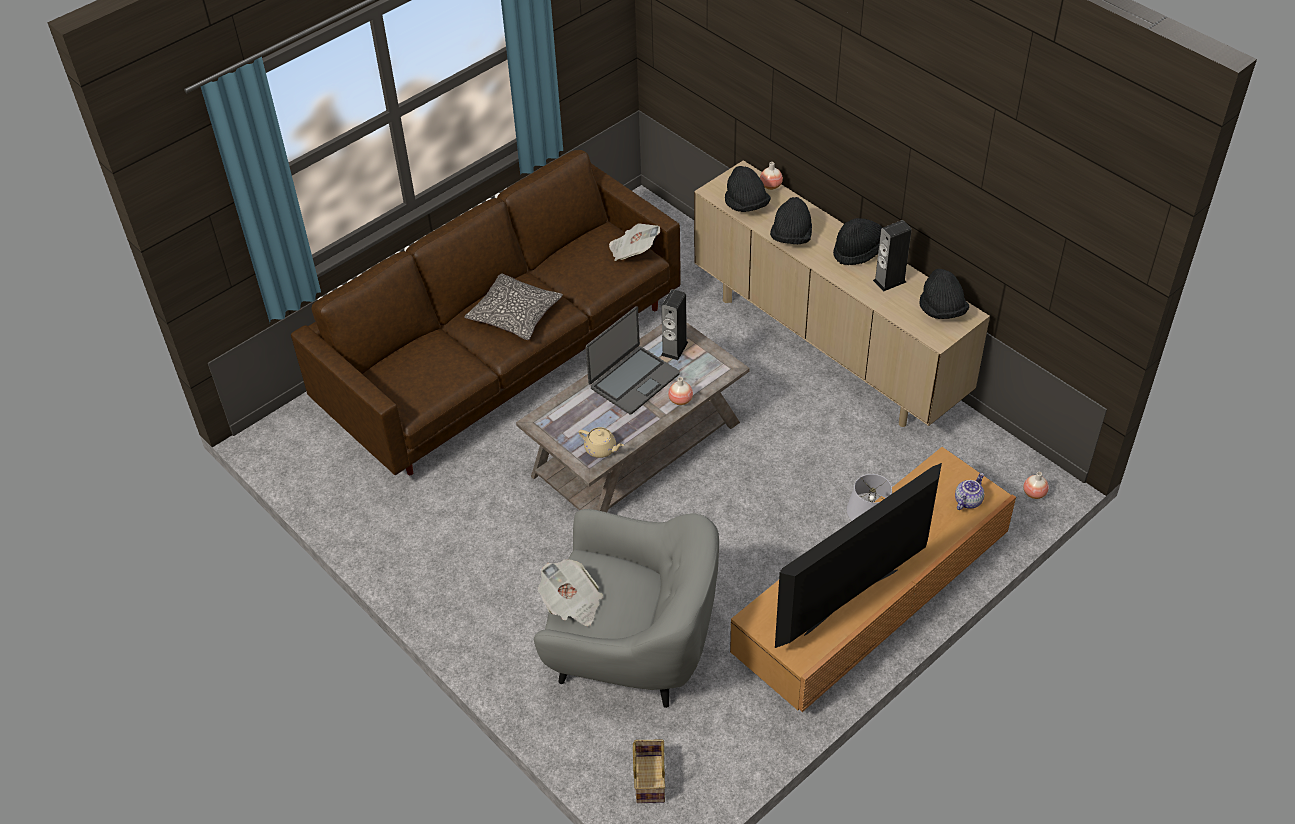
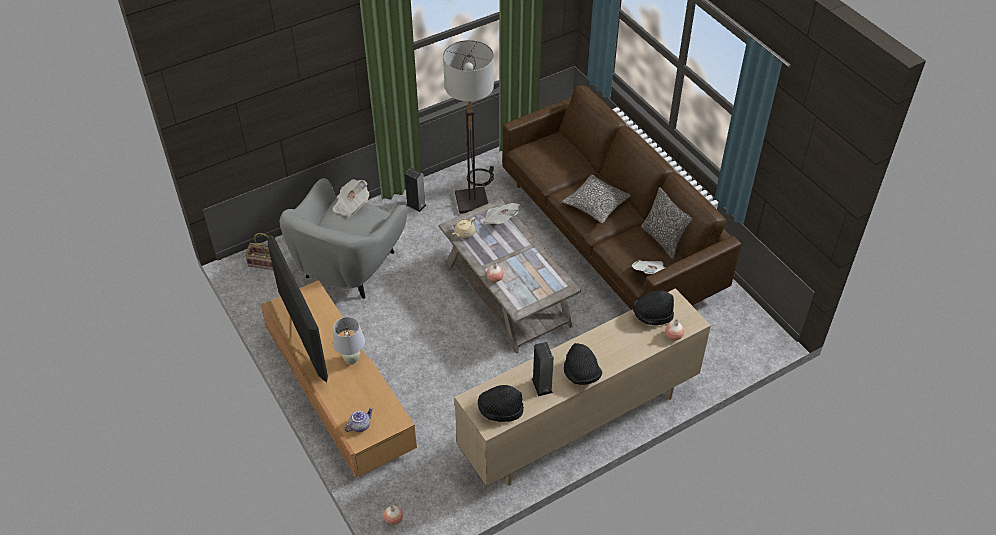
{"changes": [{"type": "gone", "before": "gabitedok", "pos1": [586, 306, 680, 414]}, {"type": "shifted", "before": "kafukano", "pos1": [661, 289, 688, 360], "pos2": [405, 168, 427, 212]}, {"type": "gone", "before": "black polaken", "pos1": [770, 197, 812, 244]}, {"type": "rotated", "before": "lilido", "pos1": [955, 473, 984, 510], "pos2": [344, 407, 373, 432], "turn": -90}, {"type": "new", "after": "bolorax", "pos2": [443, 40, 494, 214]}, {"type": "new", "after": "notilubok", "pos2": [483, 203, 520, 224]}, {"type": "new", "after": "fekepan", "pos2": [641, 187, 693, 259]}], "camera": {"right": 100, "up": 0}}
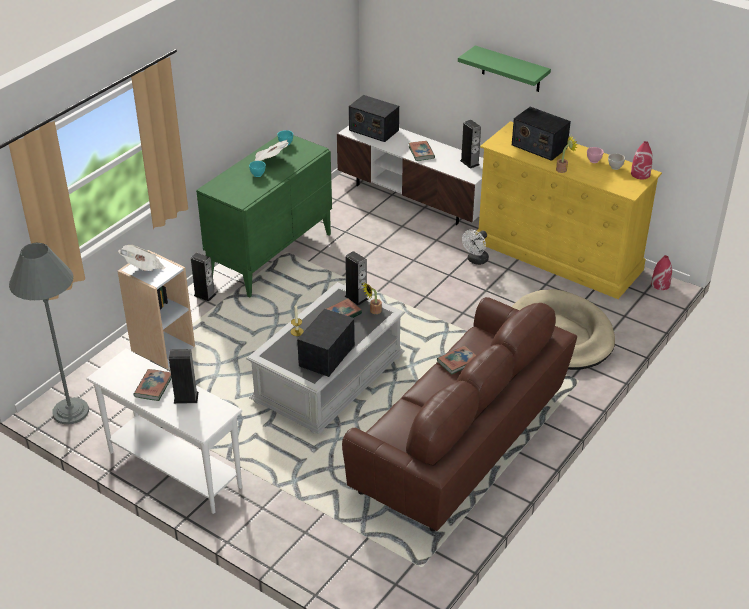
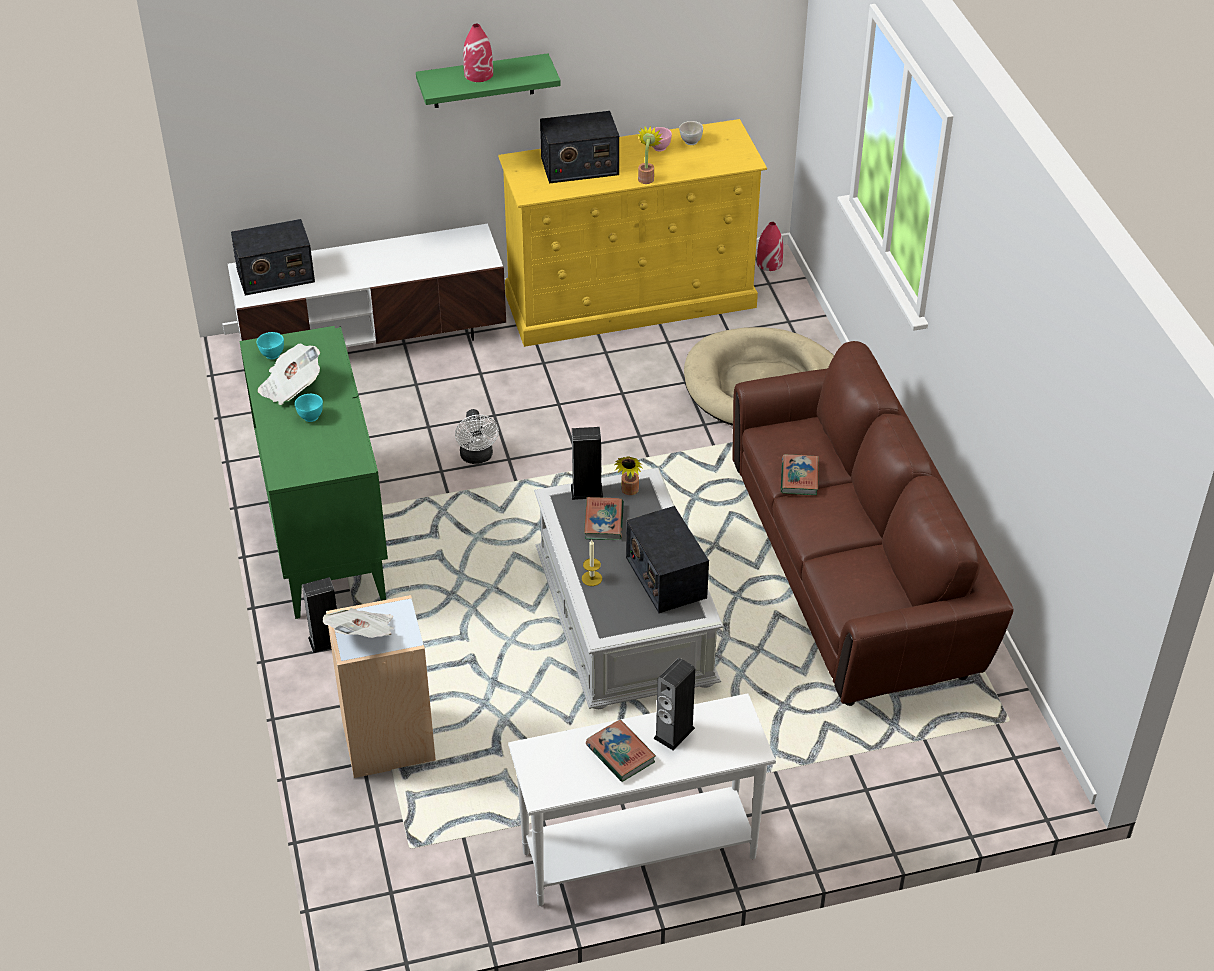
{"changes": [{"type": "gone", "before": "grey bolorax", "pos1": [9, 243, 89, 424]}, {"type": "gone", "before": "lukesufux", "pos1": [408, 141, 435, 161]}, {"type": "gone", "before": "kafukano", "pos1": [460, 120, 481, 169]}, {"type": "shifted", "before": "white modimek", "pos1": [462, 230, 489, 265], "pos2": [455, 409, 499, 464]}, {"type": "shifted", "before": "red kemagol", "pos1": [631, 141, 653, 179], "pos2": [463, 24, 493, 82]}], "camera": {"right": -50, "up": 5}}
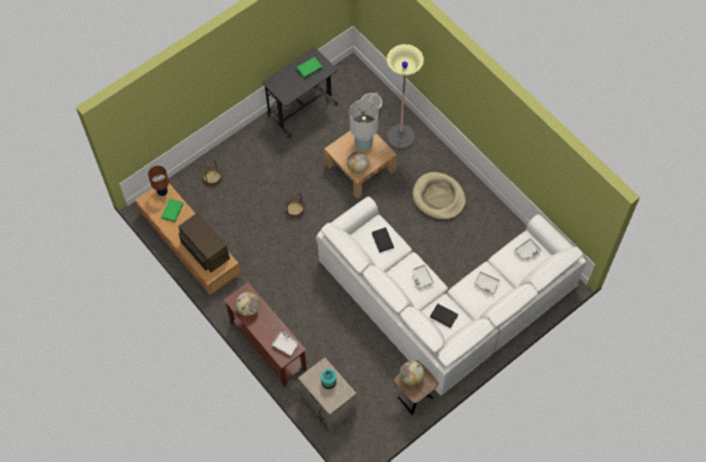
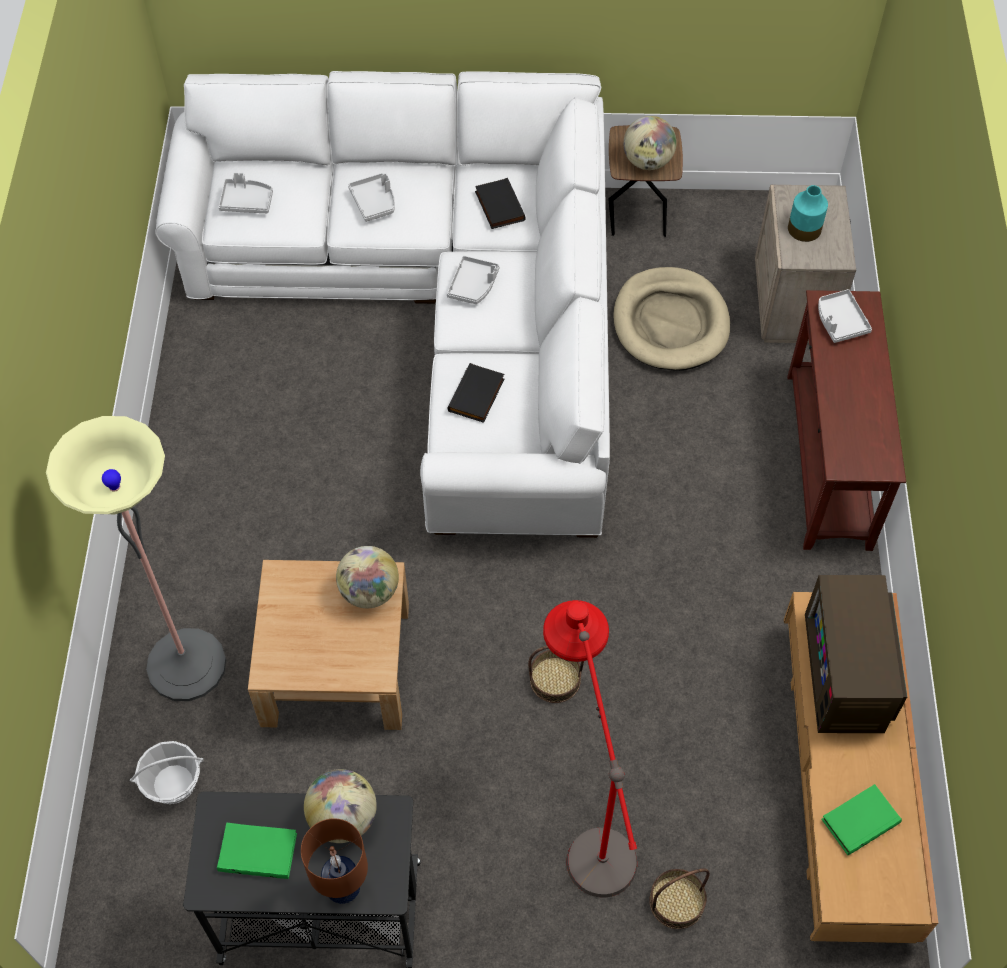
{"changes": [{"type": "shifted", "before": "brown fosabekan", "pos1": [148, 166, 169, 196], "pos2": [301, 818, 368, 904]}, {"type": "shifted", "before": "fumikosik", "pos1": [235, 292, 260, 316], "pos2": [304, 769, 377, 843]}, {"type": "gone", "before": "white fosabekan", "pos1": [349, 99, 379, 151]}, {"type": "shifted", "before": "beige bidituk", "pos1": [412, 172, 466, 220], "pos2": [613, 267, 730, 371]}, {"type": "new", "after": "red bolorax", "pos2": [543, 600, 637, 898]}], "camera": {"right": -140, "up": -5}}
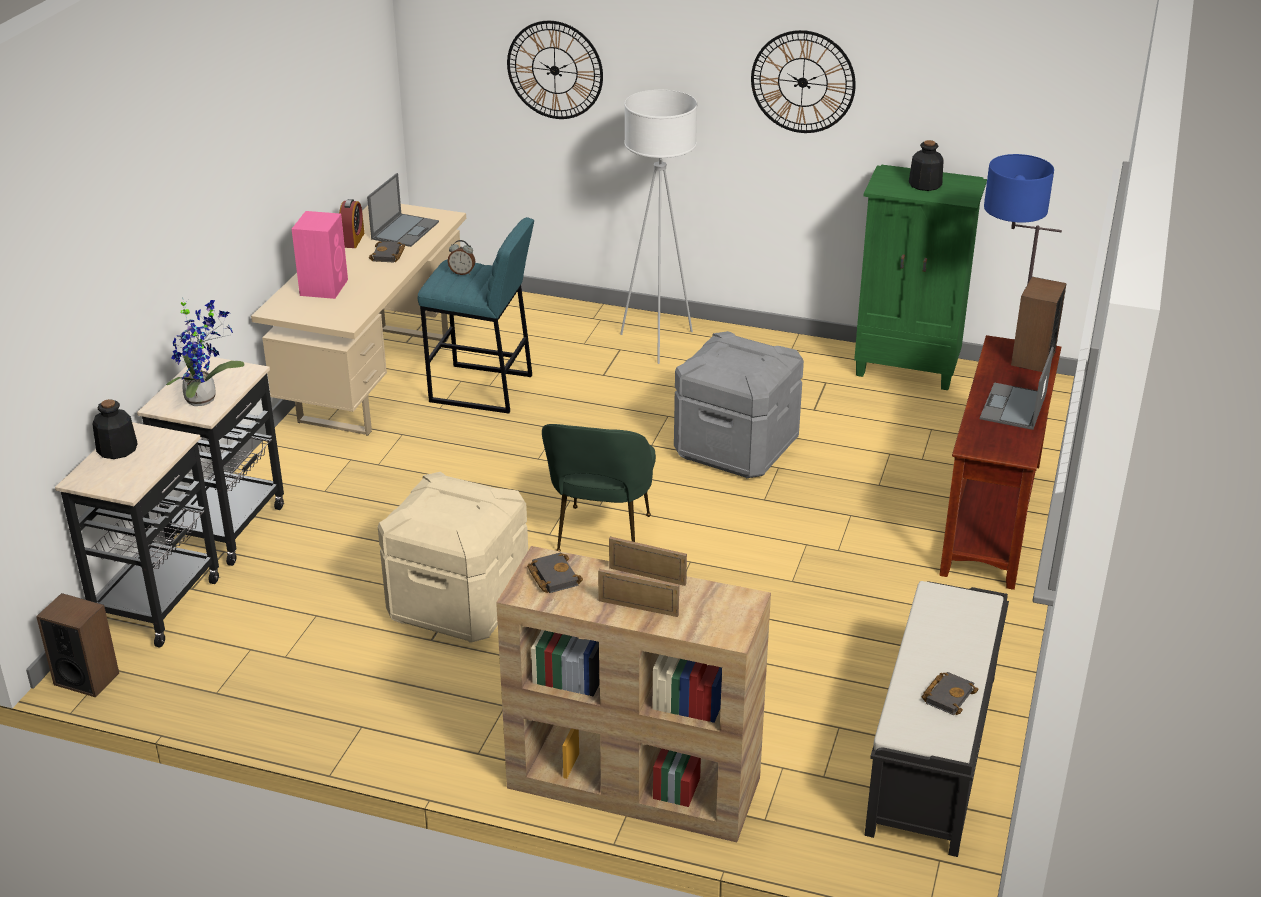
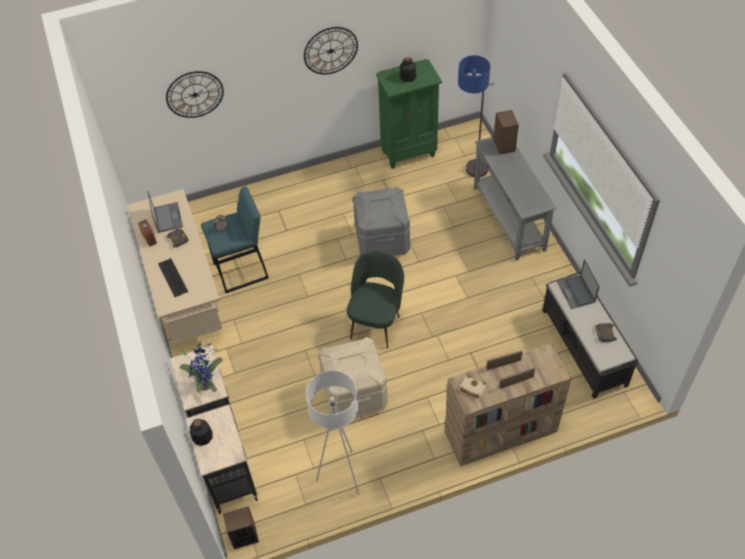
{"changes": [{"type": "swapped", "before": "pink kafukano", "after": "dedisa", "pos1": [292, 211, 348, 299], "pos2": [158, 258, 188, 297]}, {"type": "repainted", "before": "black lukesufux", "after": "beige lukesufux", "pos1": [527, 552, 583, 593], "pos2": [460, 375, 486, 399]}, {"type": "rotated", "before": "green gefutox", "pos1": [542, 424, 656, 552], "pos2": [347, 251, 404, 349], "turn": -135}, {"type": "shifted", "before": "white bolorax", "pos1": [620, 90, 697, 364], "pos2": [306, 371, 360, 495]}, {"type": "repainted", "before": "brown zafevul", "after": "grey zafevul", "pos1": [939, 335, 1061, 590], "pos2": [474, 136, 557, 261]}, {"type": "shifted", "before": "gabitedok", "pos1": [980, 347, 1054, 430], "pos2": [557, 259, 600, 309]}], "camera": {"right": -35, "up": 20}}
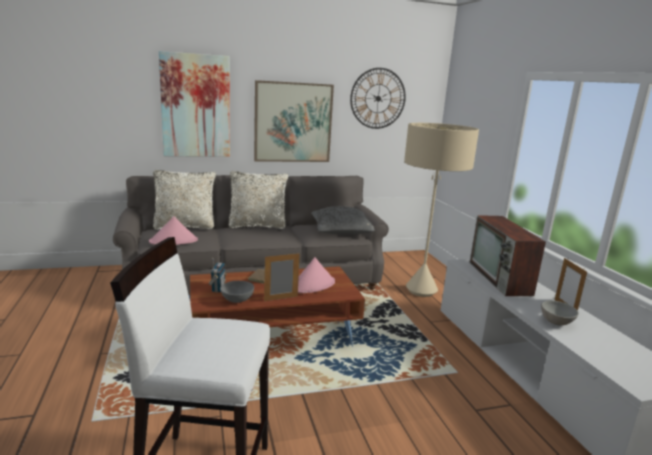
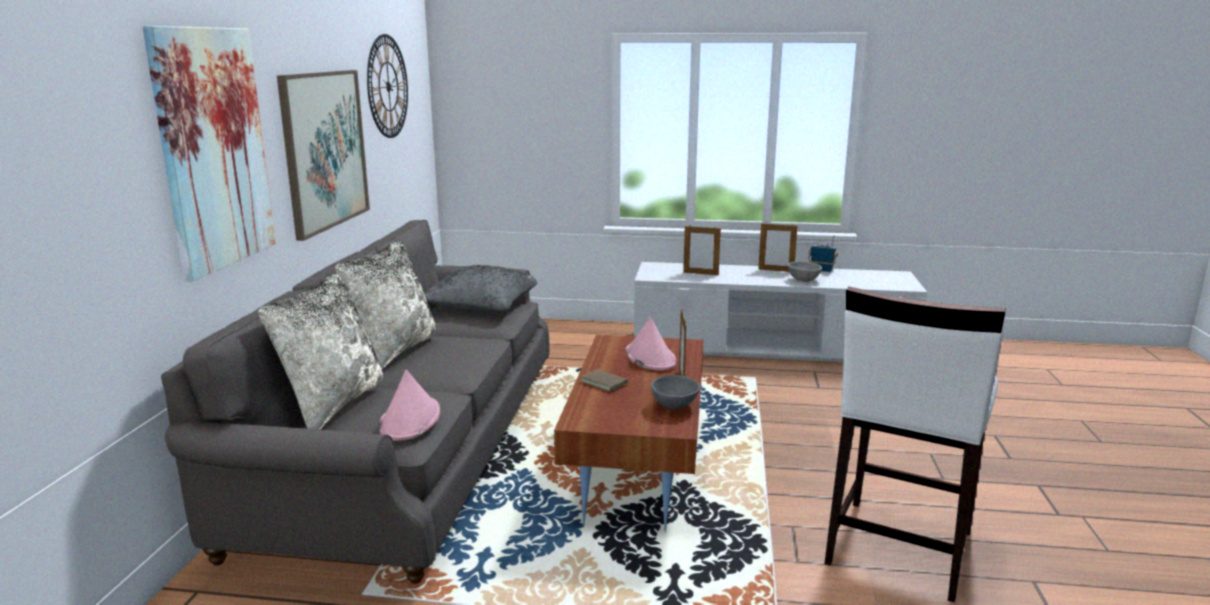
{"changes": [{"type": "shifted", "before": "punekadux", "pos1": [208, 258, 227, 293], "pos2": [808, 235, 838, 272]}, {"type": "gone", "before": "beige bolorax", "pos1": [404, 123, 479, 297]}, {"type": "swapped", "before": "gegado", "after": "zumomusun", "pos1": [469, 215, 546, 296], "pos2": [683, 226, 721, 275]}], "camera": {"right": -65, "up": 0}}
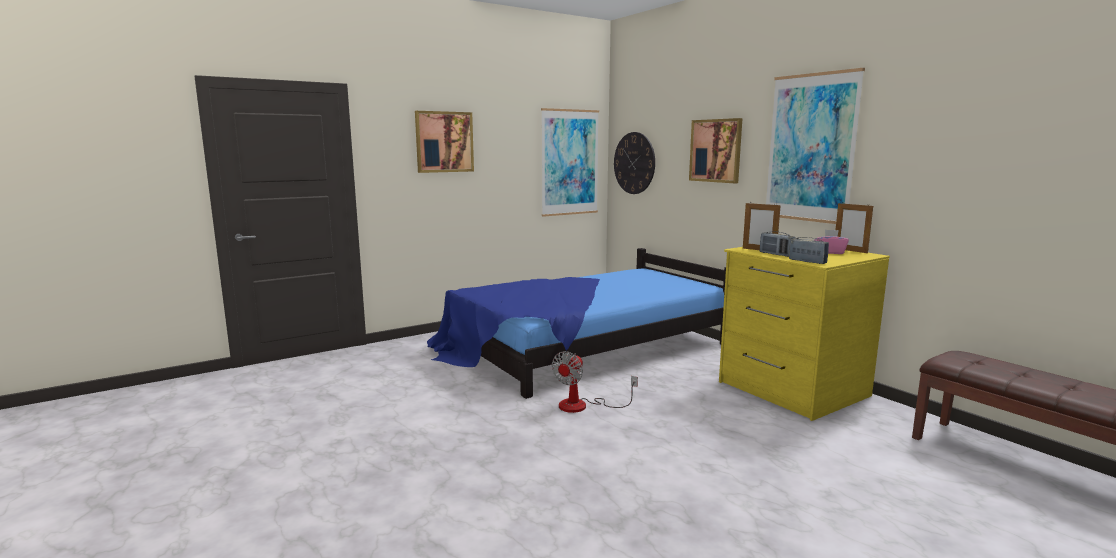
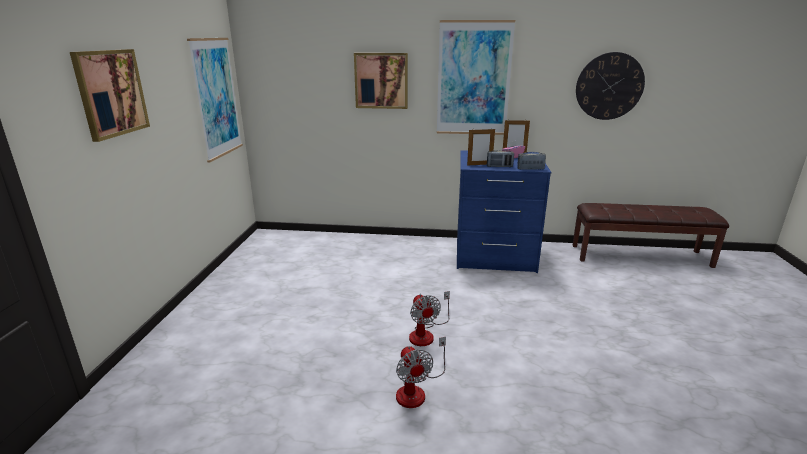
{"changes": [{"type": "gone", "before": "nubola", "pos1": [427, 248, 726, 399]}, {"type": "shifted", "before": "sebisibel", "pos1": [614, 132, 655, 194], "pos2": [576, 52, 645, 120]}, {"type": "repainted", "before": "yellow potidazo", "after": "blue potidazo", "pos1": [719, 247, 890, 421], "pos2": [457, 150, 551, 273]}, {"type": "new", "after": "modimek", "pos2": [396, 337, 446, 408]}], "camera": {"right": -50, "up": 10}}
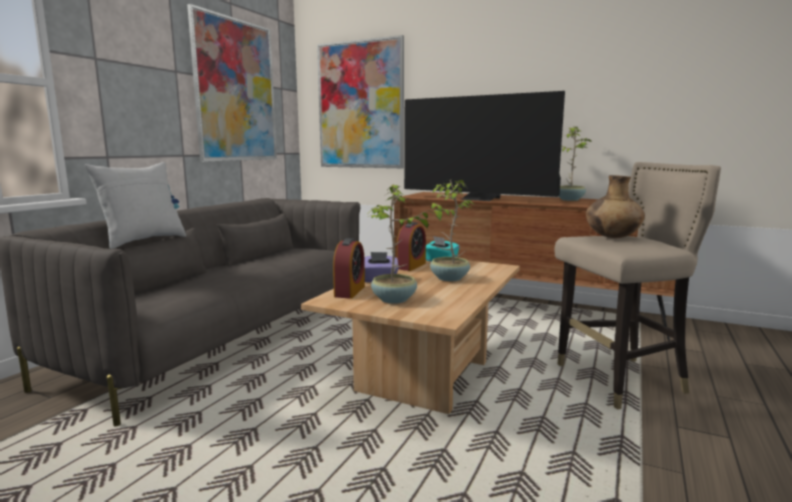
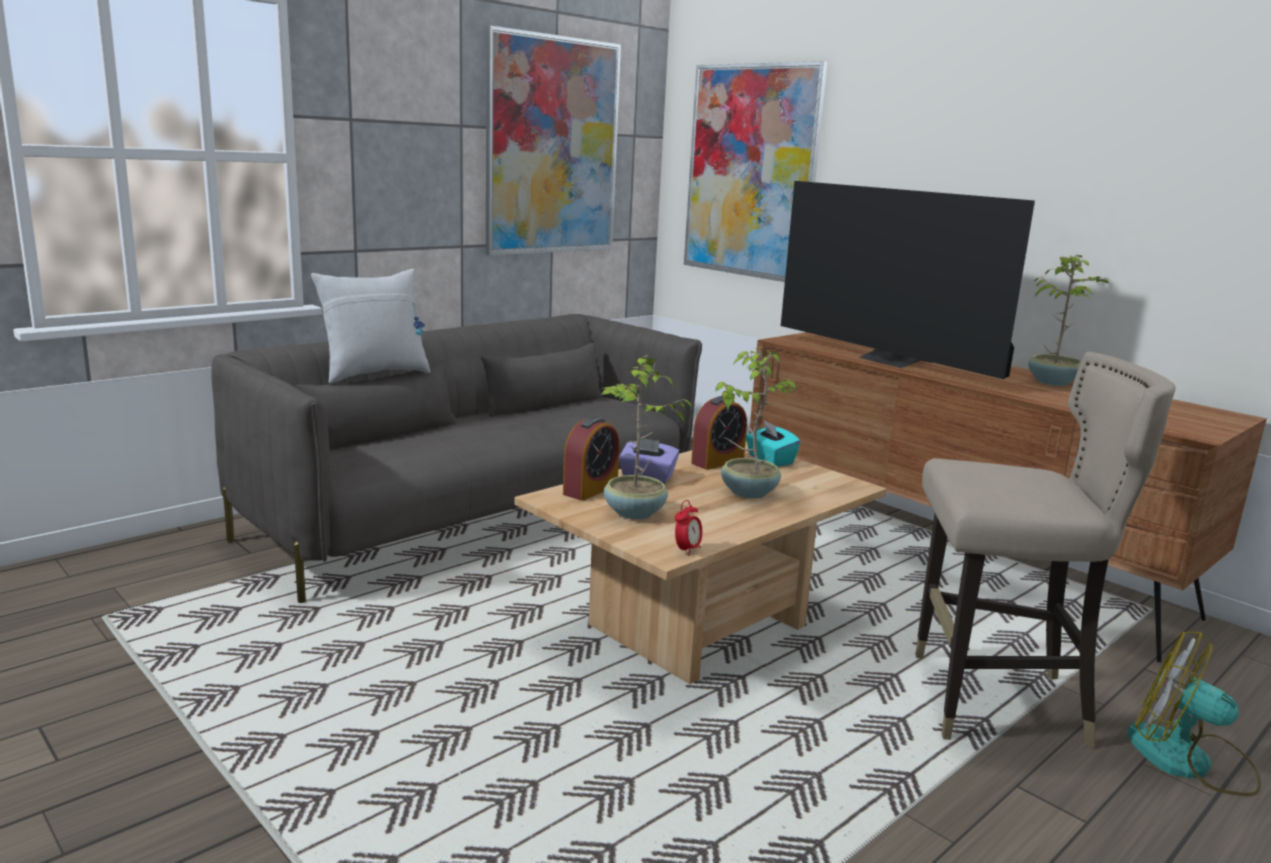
{"changes": [{"type": "gone", "before": "brown kemagol", "pos1": [586, 175, 645, 238]}, {"type": "new", "after": "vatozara", "pos2": [675, 500, 702, 556]}, {"type": "new", "after": "modimek", "pos2": [1127, 632, 1261, 796]}], "camera": {"right": 20, "up": 5}}
